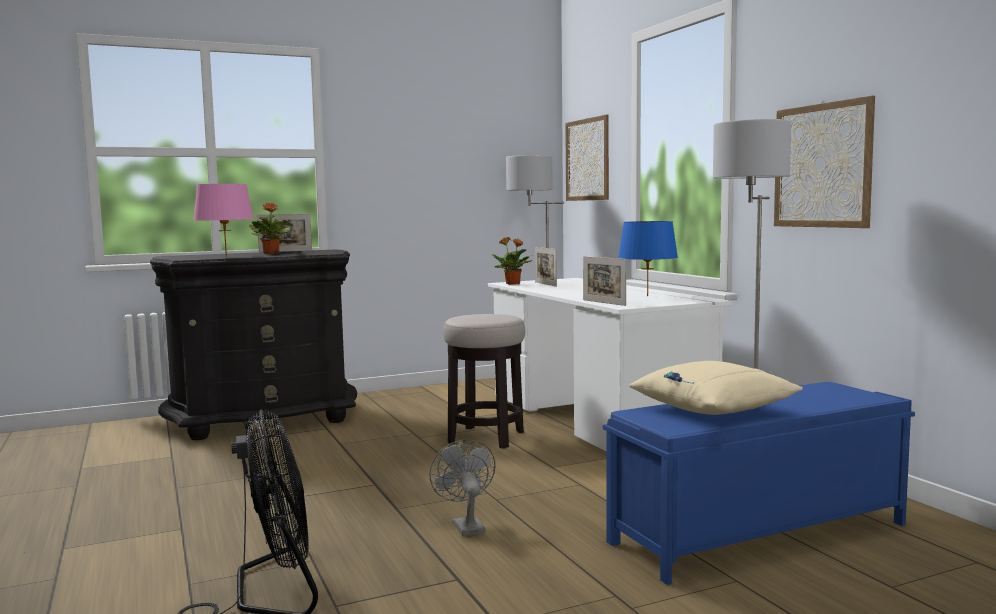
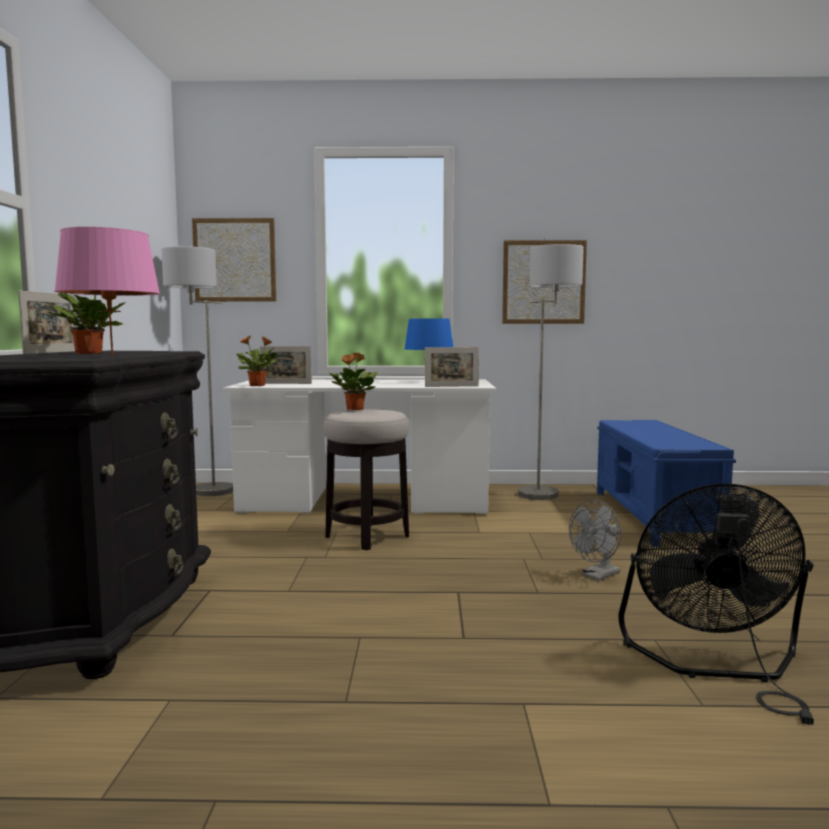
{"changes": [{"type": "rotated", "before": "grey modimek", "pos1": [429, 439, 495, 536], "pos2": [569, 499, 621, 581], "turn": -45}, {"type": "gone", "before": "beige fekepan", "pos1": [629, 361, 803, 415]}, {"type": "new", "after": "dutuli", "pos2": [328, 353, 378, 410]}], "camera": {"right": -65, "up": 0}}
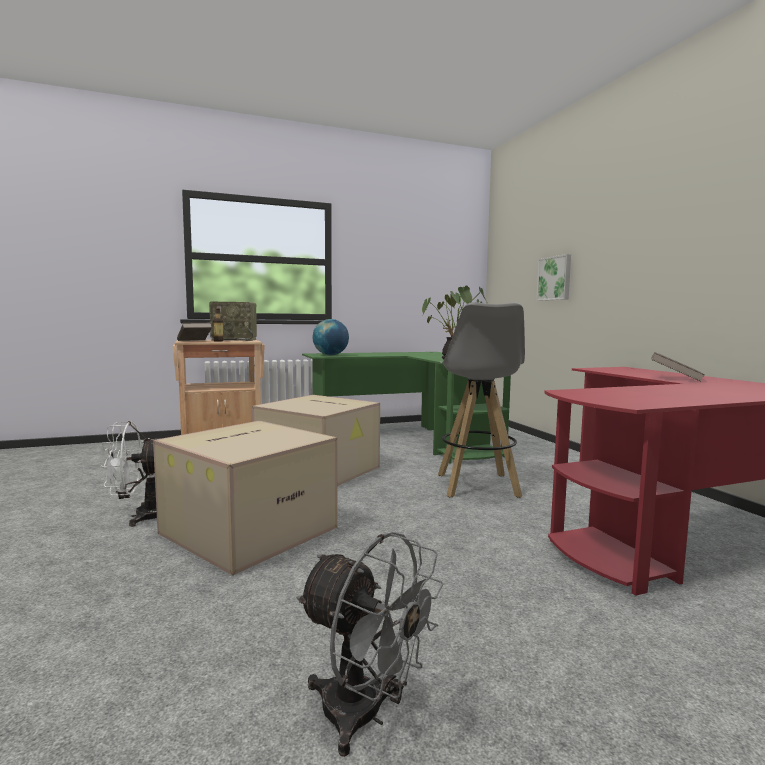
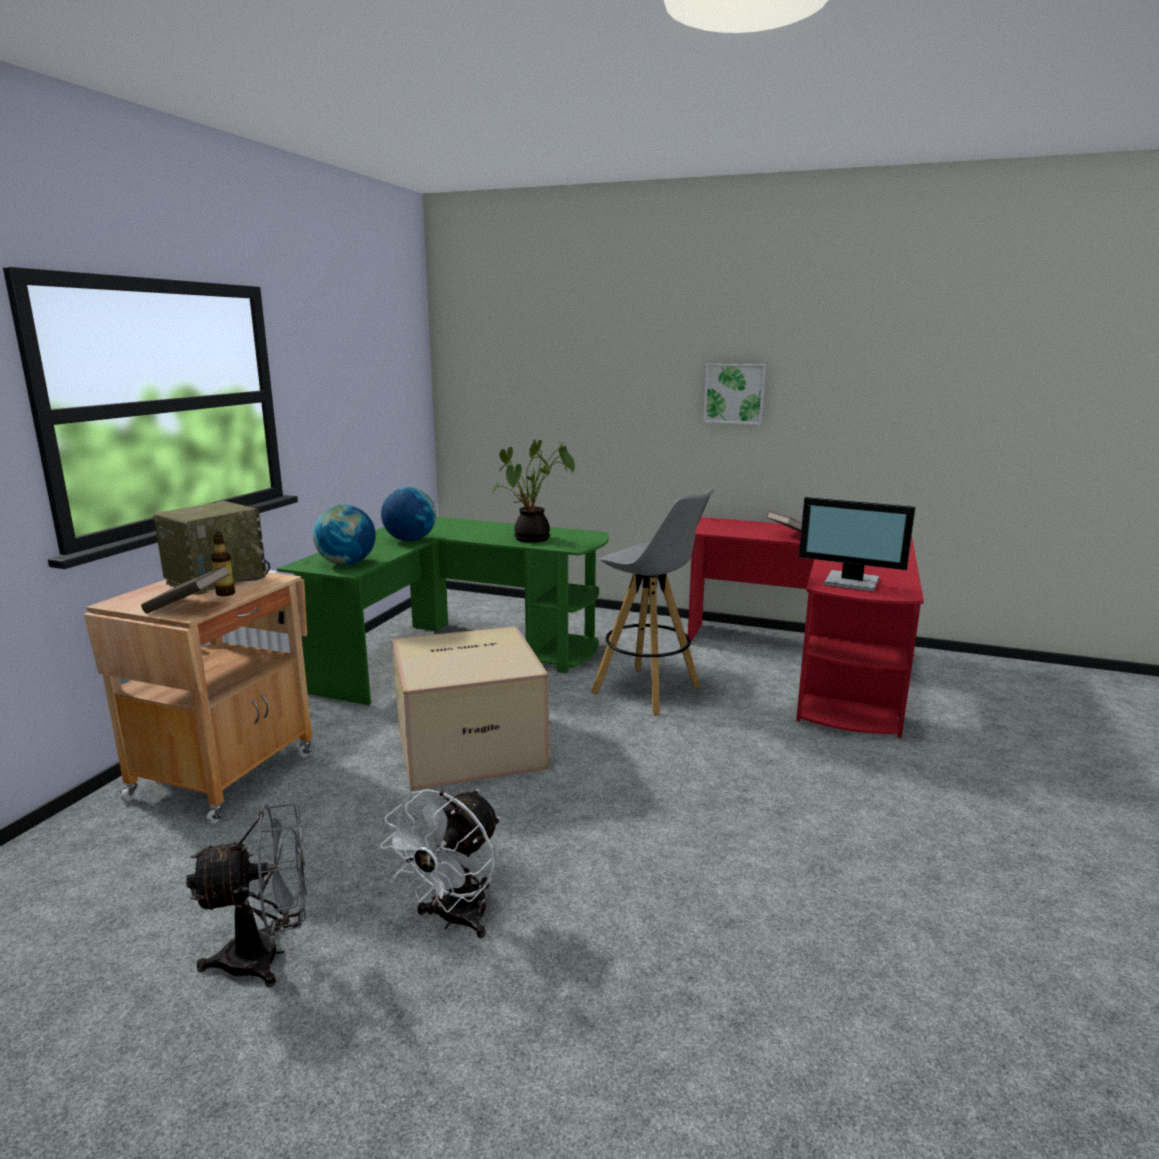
{"changes": [{"type": "gone", "before": "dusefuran", "pos1": [153, 420, 337, 575]}, {"type": "shifted", "before": "grey modimek", "pos1": [296, 532, 444, 757], "pos2": [186, 803, 307, 987]}, {"type": "shifted", "before": "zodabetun", "pos1": [536, 254, 571, 301], "pos2": [703, 364, 766, 425]}, {"type": "new", "after": "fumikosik", "pos2": [381, 487, 436, 541]}, {"type": "new", "after": "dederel", "pos2": [799, 497, 916, 592]}], "camera": {"right": -50, "up": 10}}
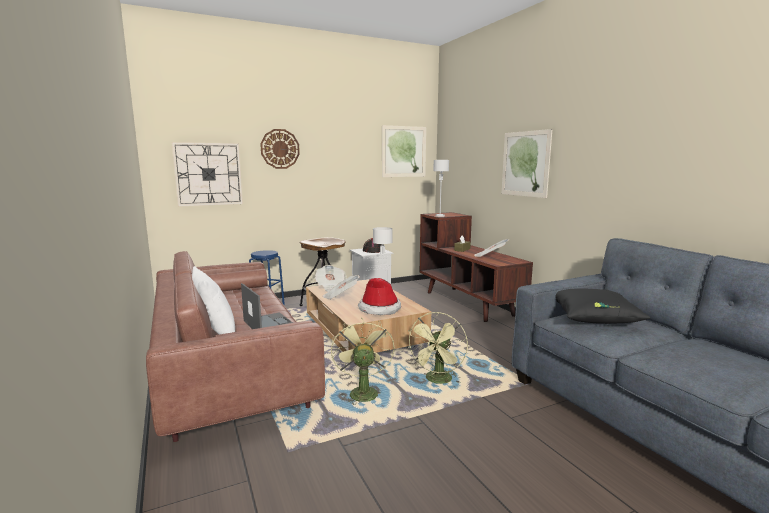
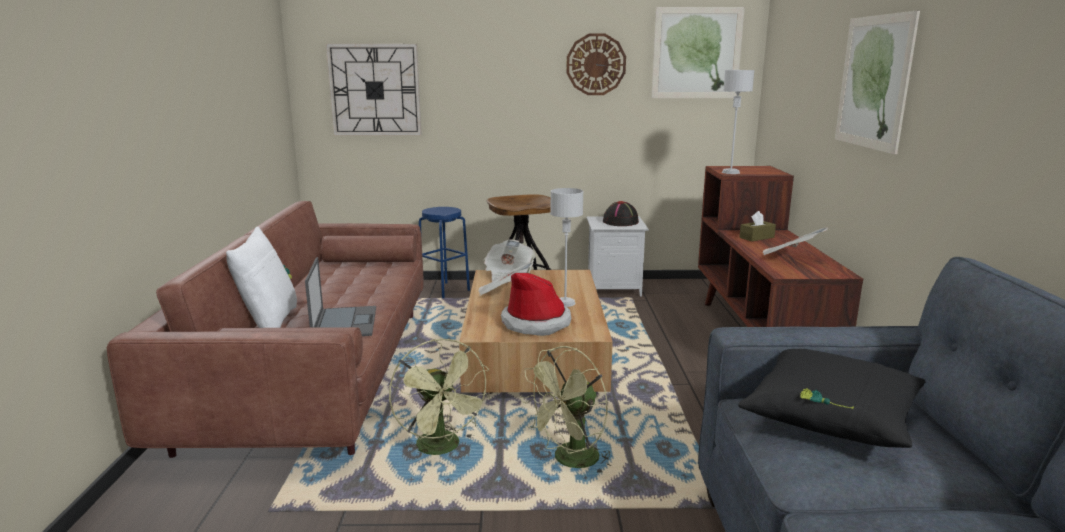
{"changes": [{"type": "shifted", "before": "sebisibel", "pos1": [260, 129, 300, 169], "pos2": [566, 33, 626, 95]}, {"type": "rotated", "before": "green modimek", "pos1": [331, 317, 395, 405], "pos2": [389, 339, 491, 455], "turn": 135}], "camera": {"right": 25, "up": 5}}
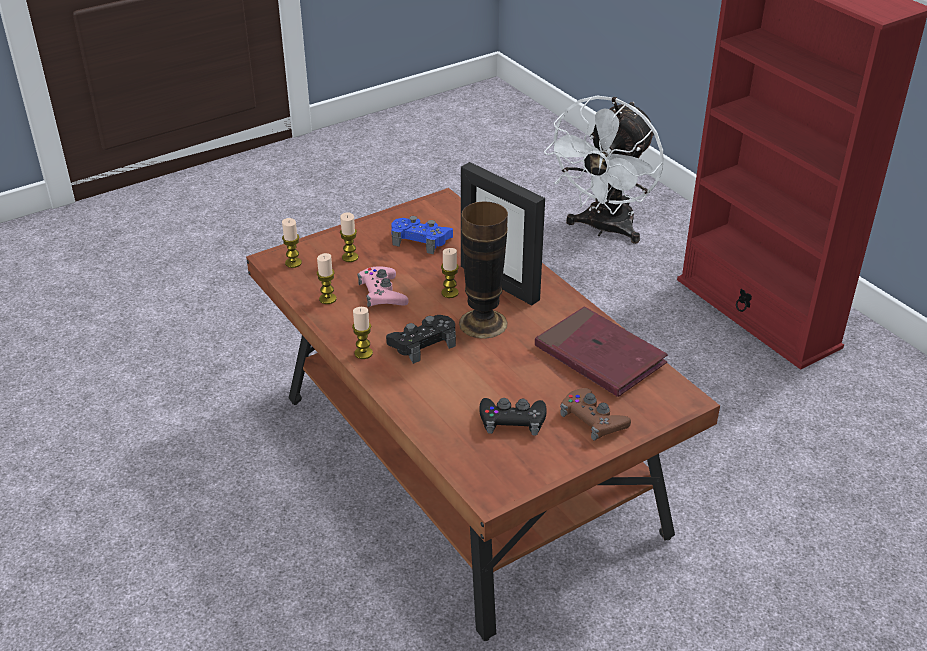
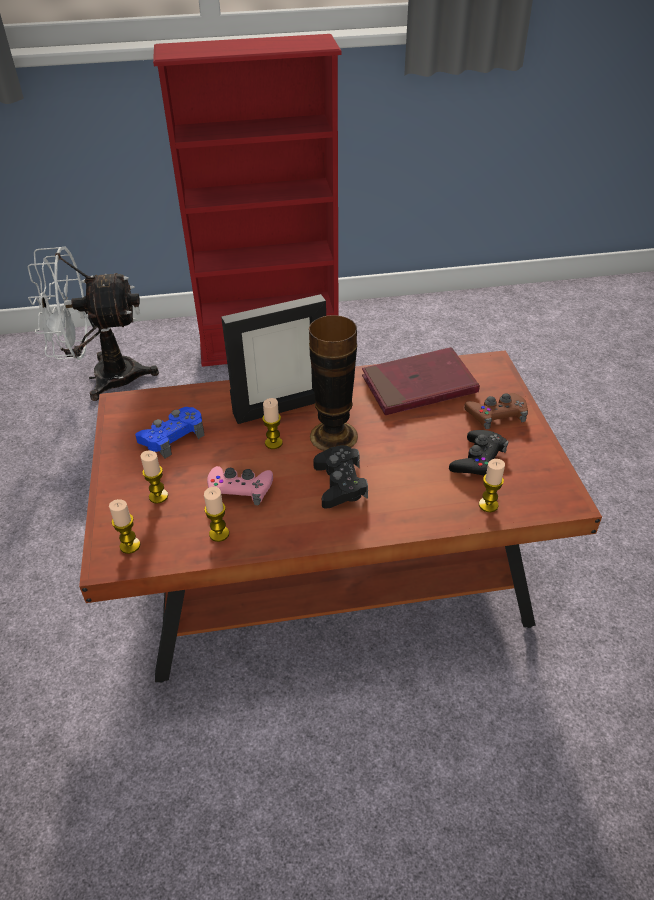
{"changes": [{"type": "shifted", "before": "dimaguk", "pos1": [352, 307, 373, 359], "pos2": [479, 459, 505, 512]}, {"type": "rotated", "before": "white modimek", "pos1": [544, 95, 663, 244], "pos2": [27, 247, 159, 401], "turn": 120}], "camera": {"right": -65, "up": 5}}
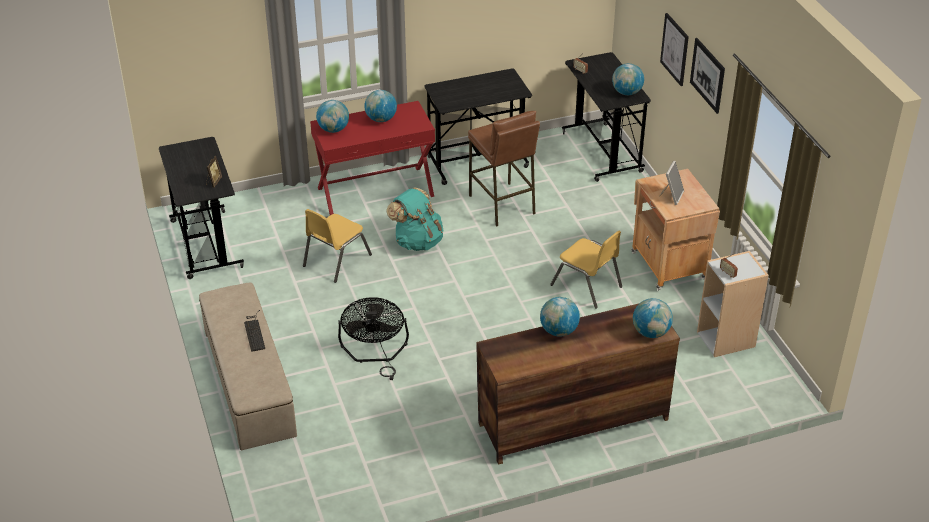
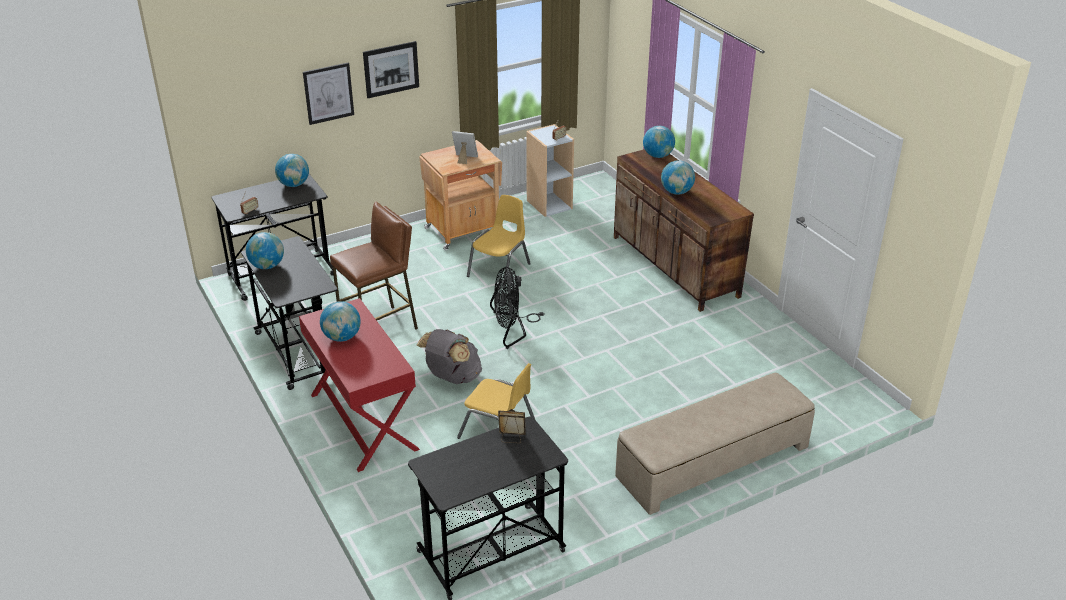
{"changes": [{"type": "gone", "before": "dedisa", "pos1": [244, 310, 265, 352]}, {"type": "shifted", "before": "fumikosik", "pos1": [316, 100, 349, 133], "pos2": [246, 232, 284, 269]}, {"type": "shifted", "before": "black modimek", "pos1": [338, 297, 409, 380], "pos2": [490, 267, 545, 349]}, {"type": "repainted", "before": "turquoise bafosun", "after": "grey bafosun", "pos1": [386, 187, 444, 251], "pos2": [417, 329, 482, 384]}], "camera": {"right": -100, "up": -5}}
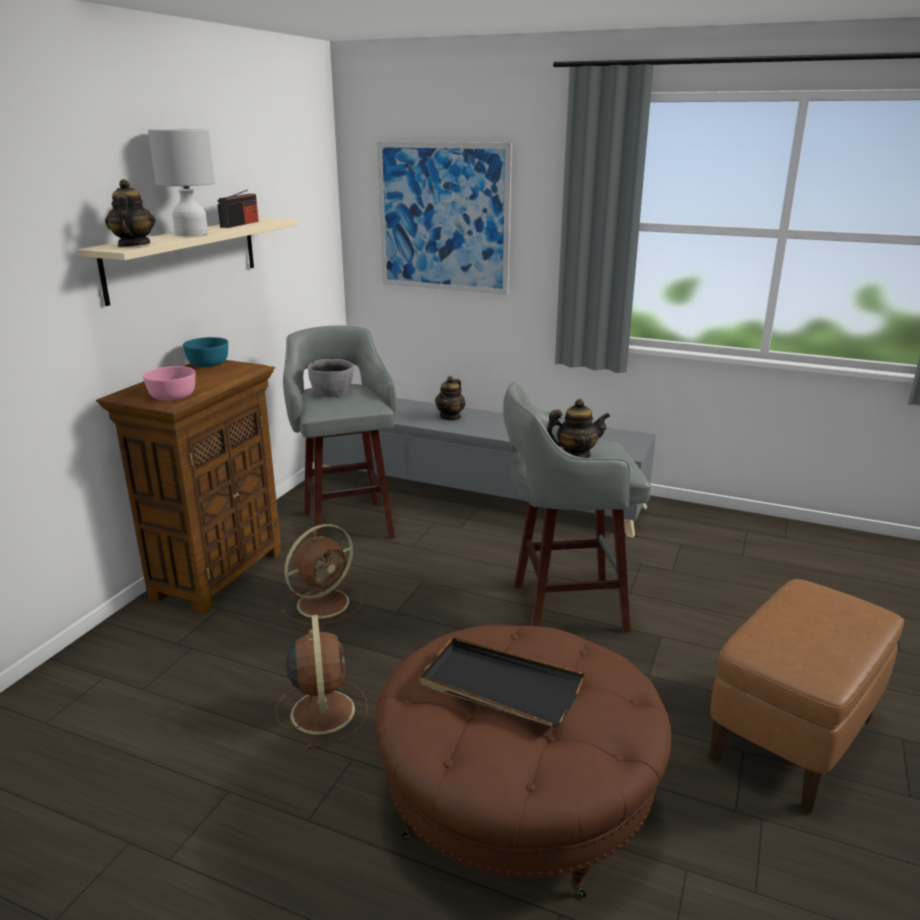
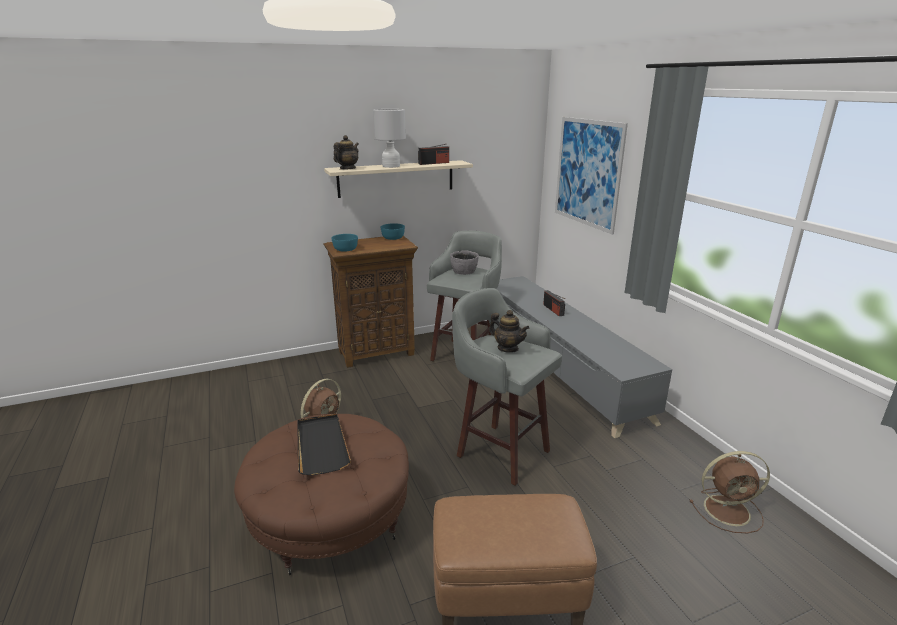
{"changes": [{"type": "repainted", "before": "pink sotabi", "after": "turquoise sotabi", "pos1": [143, 366, 195, 401], "pos2": [332, 234, 358, 252]}, {"type": "shifted", "before": "brown modimek", "pos1": [280, 524, 363, 625], "pos2": [689, 451, 770, 533]}, {"type": "swapped", "before": "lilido", "after": "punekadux", "pos1": [435, 376, 465, 421], "pos2": [543, 290, 565, 316]}], "camera": {"right": 45, "up": 0}}
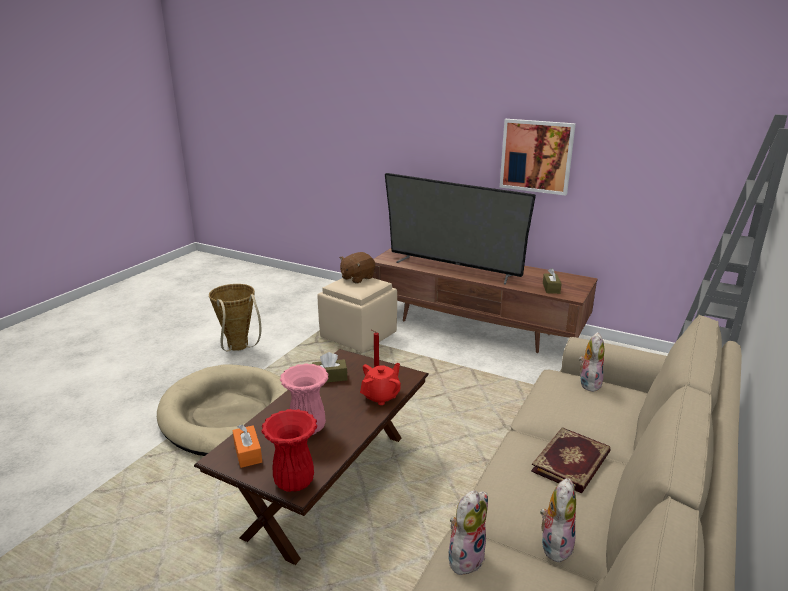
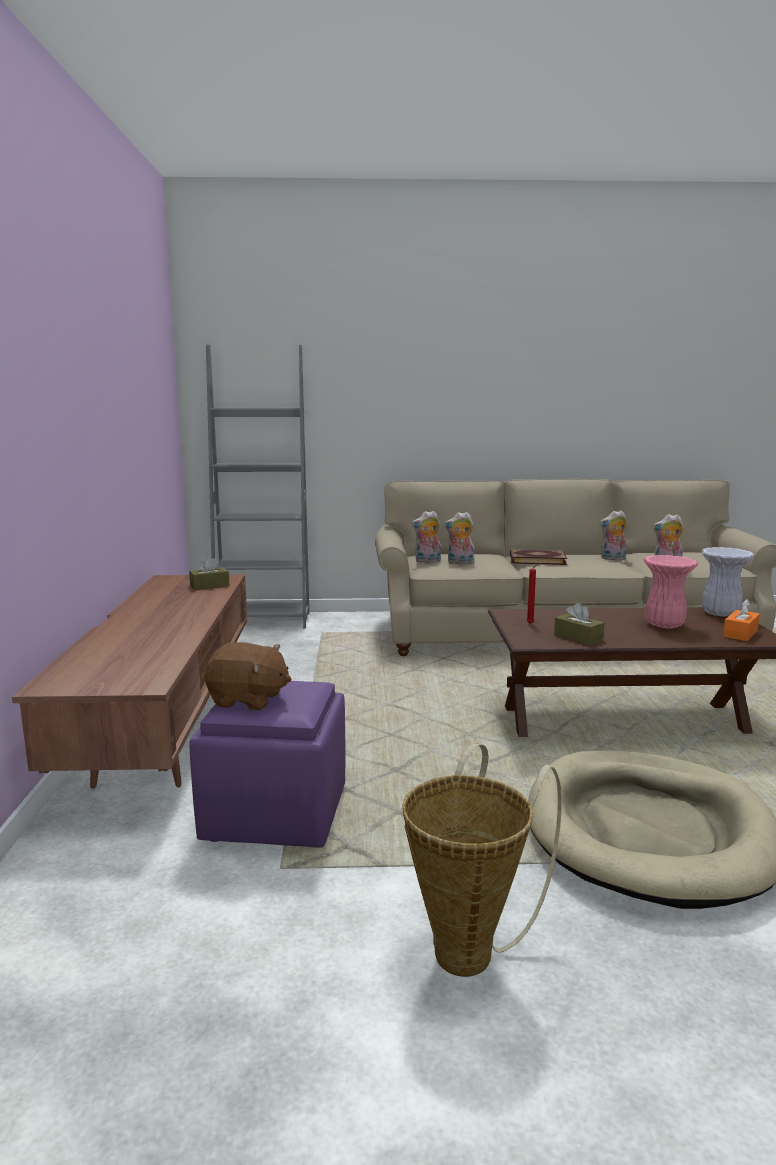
{"changes": [{"type": "repainted", "before": "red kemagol", "after": "white kemagol", "pos1": [262, 409, 317, 492], "pos2": [701, 547, 754, 616]}, {"type": "repainted", "before": "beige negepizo", "after": "purple negepizo", "pos1": [317, 277, 397, 352], "pos2": [189, 681, 345, 848]}, {"type": "gone", "before": "red lilido", "pos1": [360, 363, 401, 405]}, {"type": "gone", "before": "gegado", "pos1": [385, 173, 536, 285]}, {"type": "gone", "before": "zodabetun", "pos1": [500, 119, 576, 196]}, {"type": "new", "after": "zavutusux", "pos2": [444, 512, 474, 564]}], "camera": {"right": -120, "up": -10}}
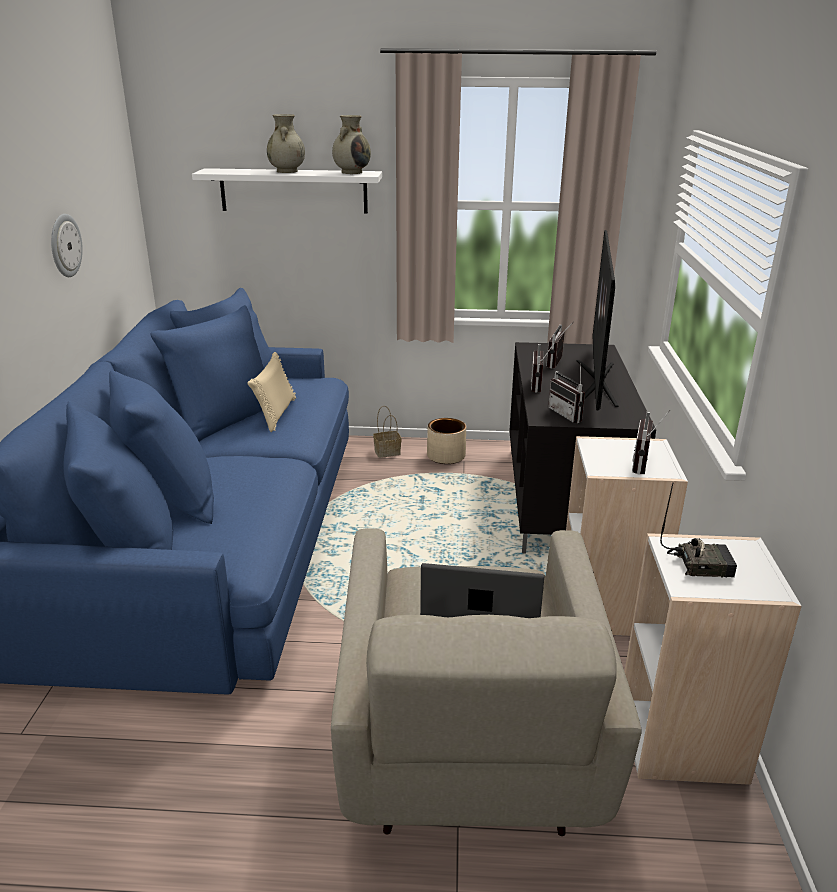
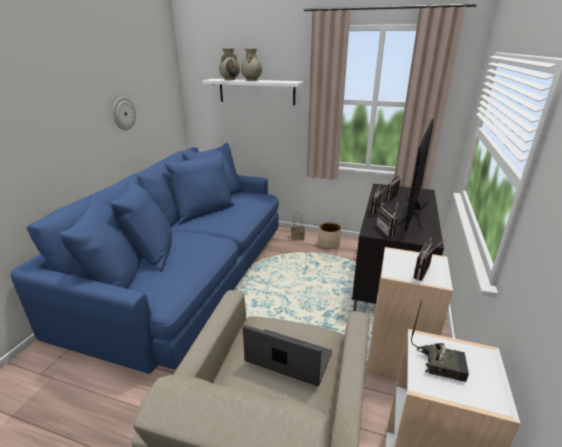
{"changes": [{"type": "gone", "before": "beige fekepan", "pos1": [247, 352, 296, 432]}, {"type": "shifted", "before": "beige kemagol", "pos1": [332, 115, 371, 174], "pos2": [219, 48, 240, 80]}], "camera": {"right": 15, "up": 0}}
